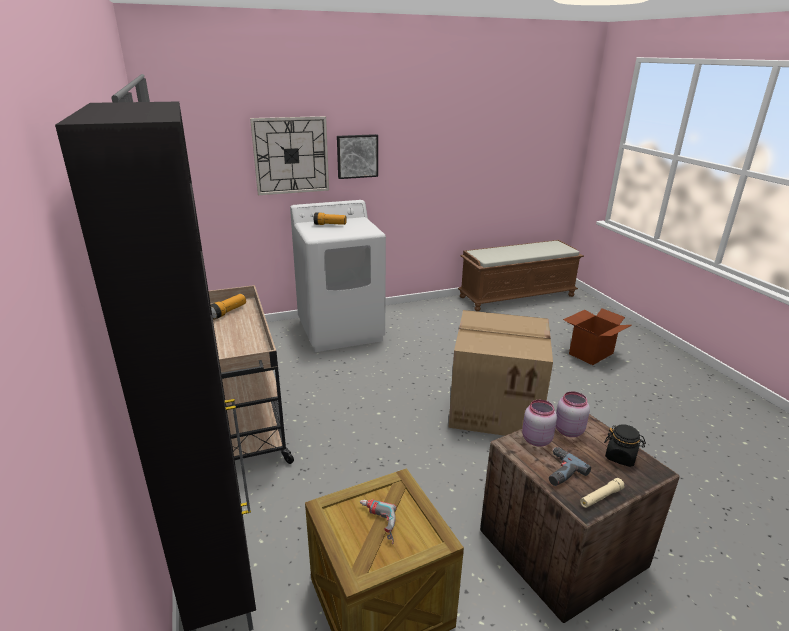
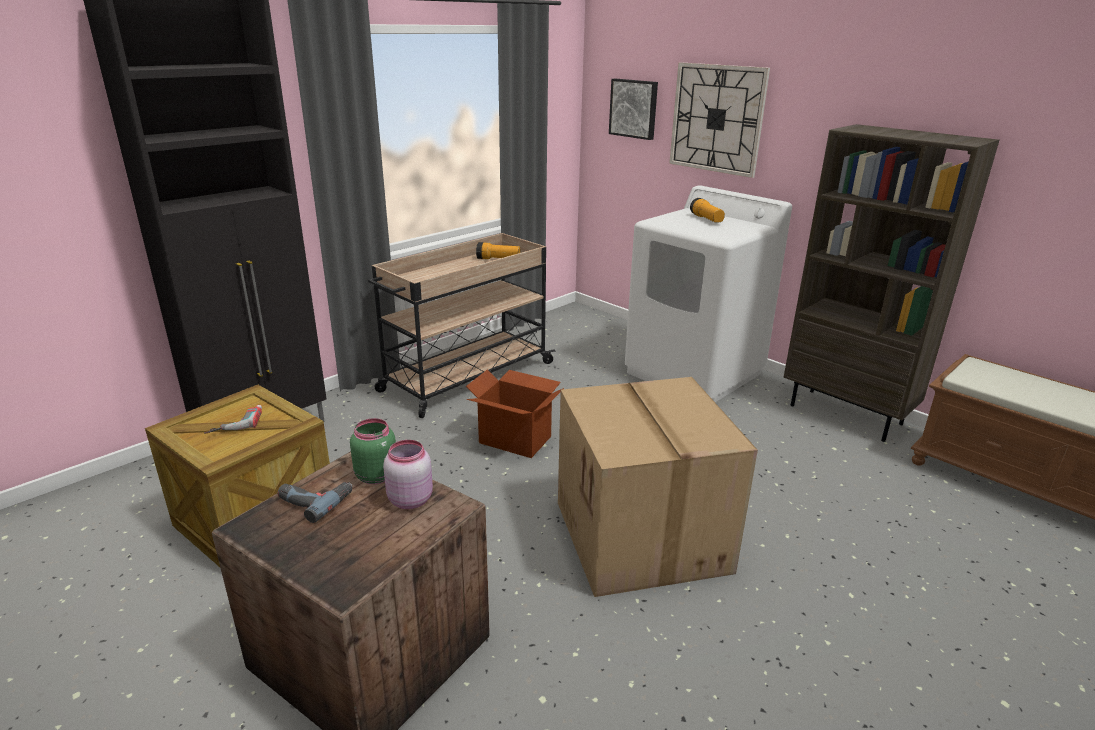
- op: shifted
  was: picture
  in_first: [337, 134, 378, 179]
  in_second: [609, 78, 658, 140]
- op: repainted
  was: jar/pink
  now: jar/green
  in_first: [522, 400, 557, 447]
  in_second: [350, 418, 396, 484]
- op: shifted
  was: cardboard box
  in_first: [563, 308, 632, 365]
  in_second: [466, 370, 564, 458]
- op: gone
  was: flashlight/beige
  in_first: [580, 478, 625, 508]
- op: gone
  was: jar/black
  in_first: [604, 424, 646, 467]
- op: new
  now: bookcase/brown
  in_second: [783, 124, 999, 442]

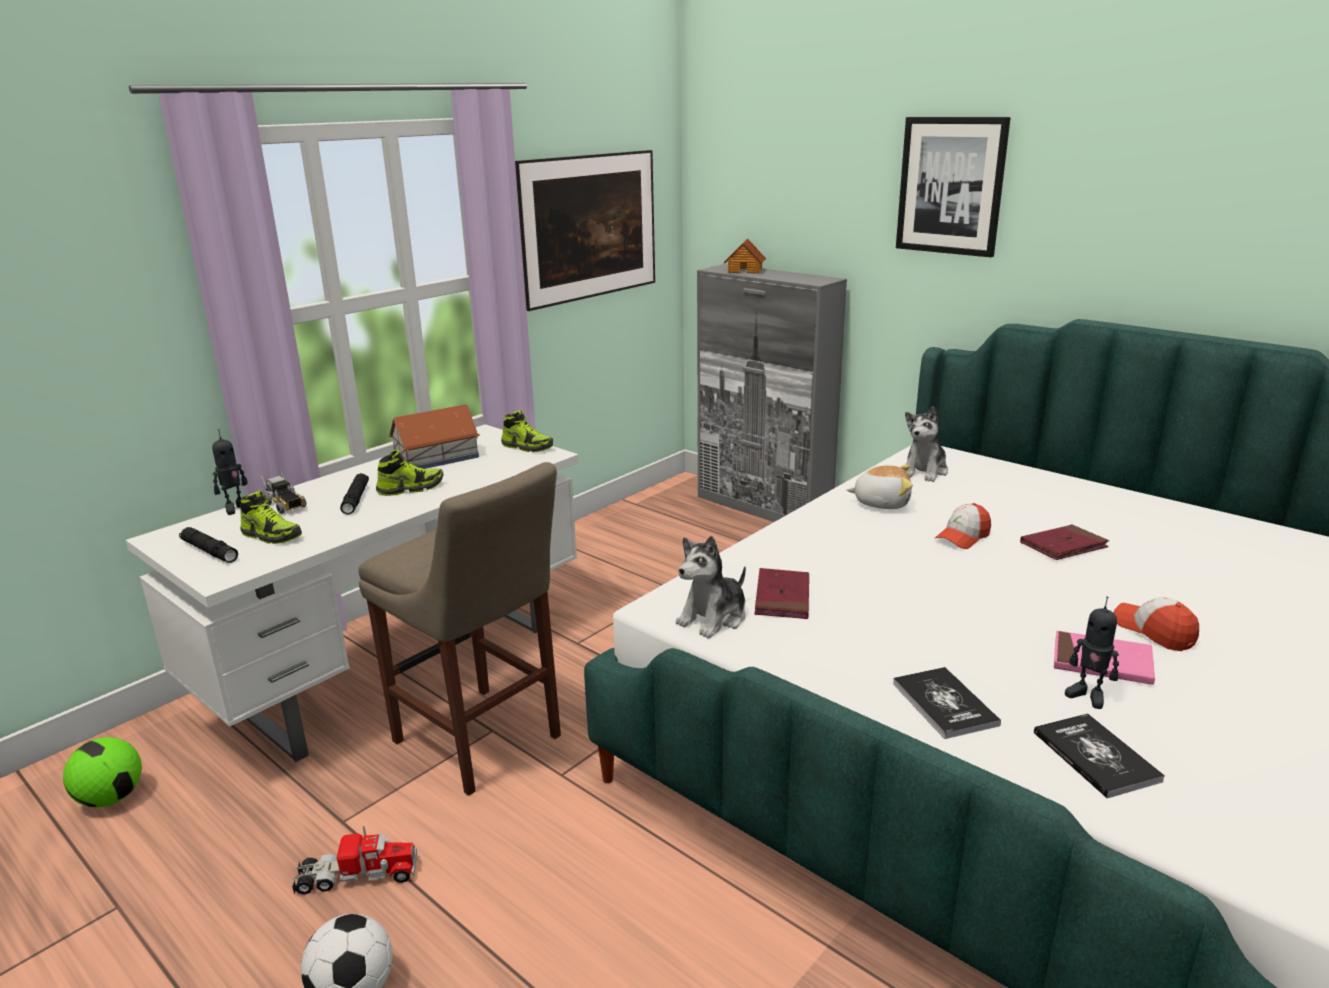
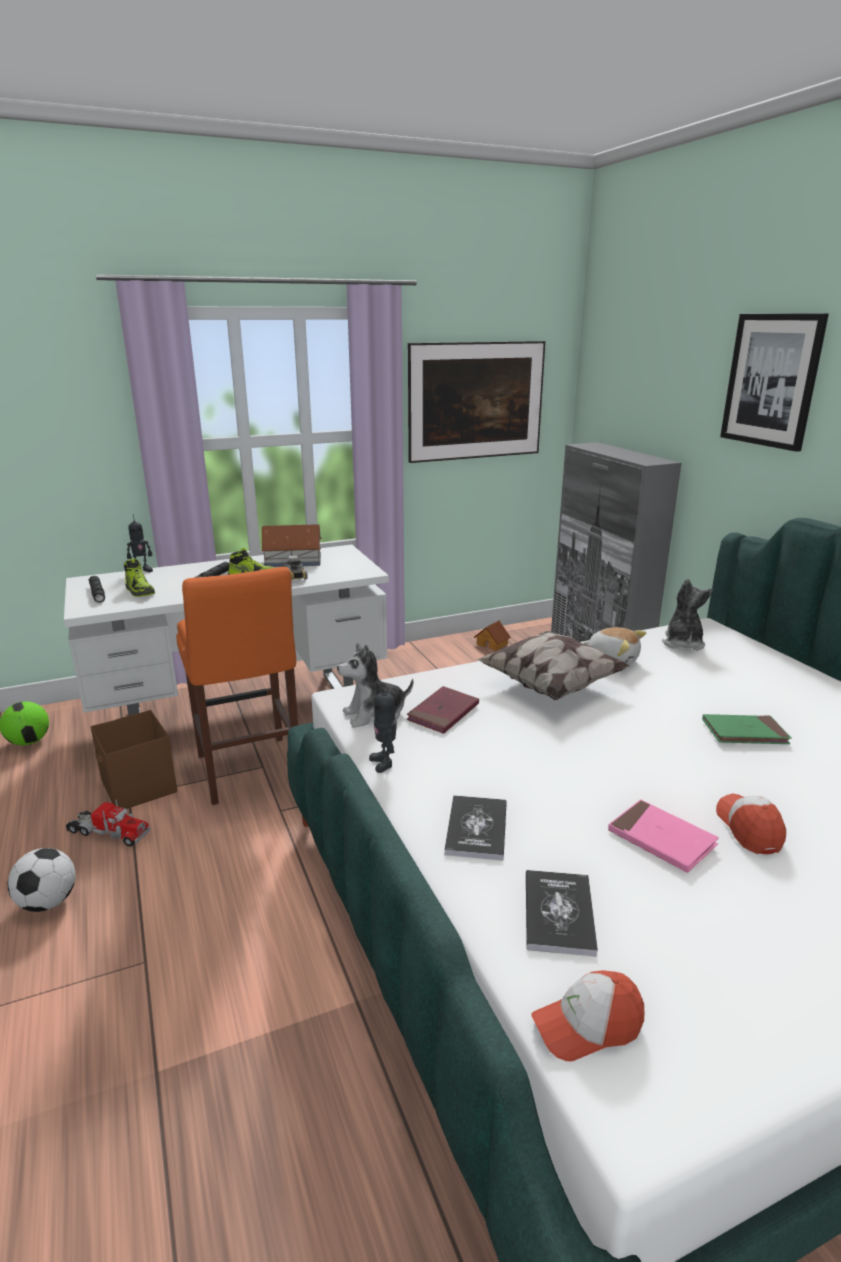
- op: shifted
  was: toy truck
  in_first: [260, 471, 306, 514]
  in_second: [283, 553, 308, 580]
- op: repainted
  was: stool/beige
  now: stool/orange
  in_first: [359, 462, 561, 796]
  in_second: [176, 567, 298, 805]
- op: gone
  was: shoe
  in_first: [501, 410, 553, 452]
- op: shifted
  was: toy house
  in_first: [724, 239, 766, 274]
  in_second: [474, 620, 511, 651]
- op: rotated
  was: plush toy
  in_first: [904, 406, 948, 482]
  in_second: [662, 579, 713, 650]
  clockwise: 135
- op: shifted
  was: cap
  in_first: [935, 503, 991, 549]
  in_second: [531, 970, 644, 1061]
- op: repainted
  was: book/red
  now: book/green
  in_first: [1020, 524, 1109, 560]
  in_second: [702, 714, 792, 744]
- op: shifted
  was: toy robot
  in_first: [1065, 596, 1119, 709]
  in_second: [369, 683, 397, 773]
- op: new
  now: storage box/brown
  in_second: [90, 710, 177, 809]
- op: new
  now: pillow
  in_second: [475, 631, 629, 700]

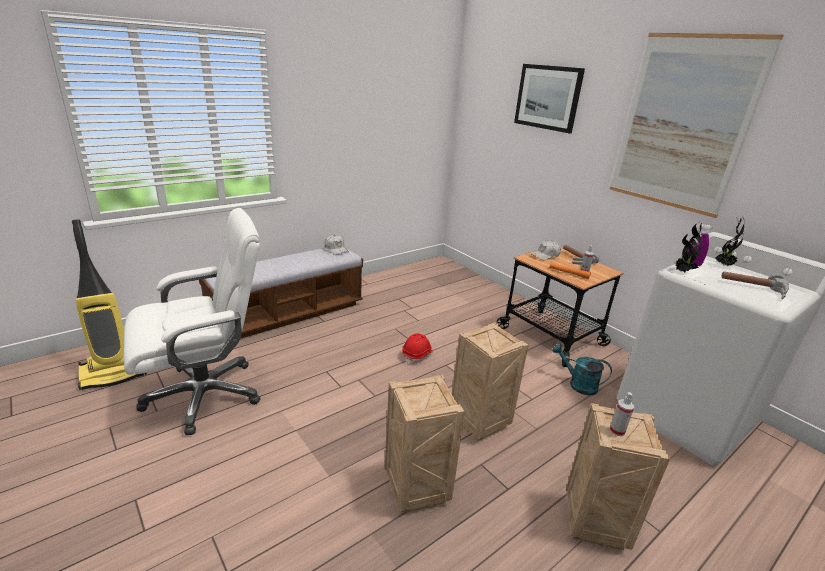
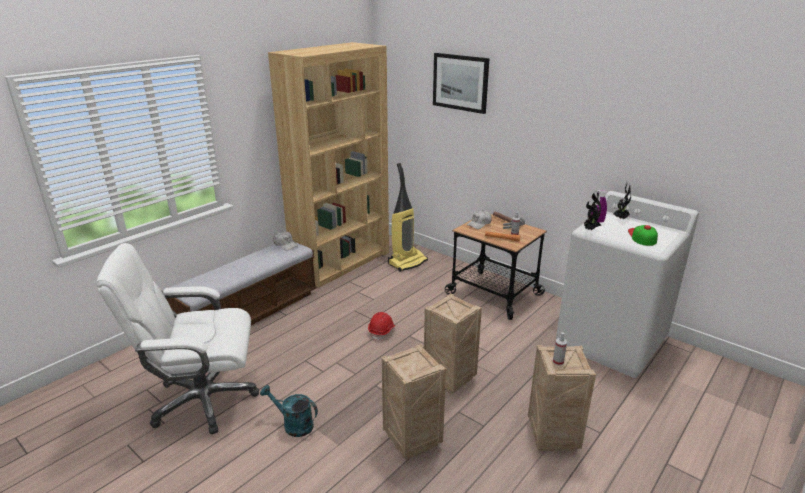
- op: shifted
  was: vacuum cleaner
  in_first: [72, 219, 147, 390]
  in_second: [388, 163, 428, 272]
- op: rotated
  was: office chair/white
  in_first: [124, 208, 261, 435]
  in_second: [96, 243, 259, 435]
  clockwise: -150
- op: shifted
  was: watering can/turquoise
  in_first: [552, 344, 612, 395]
  in_second: [260, 385, 318, 437]
- op: gone
  was: picture
  in_first: [610, 33, 784, 218]
- op: swapped
  was: hammer
  now: cap
  in_first: [721, 271, 789, 299]
  in_second: [628, 225, 658, 246]
- op: new
  now: bookcase/brown
  in_second: [268, 42, 389, 288]

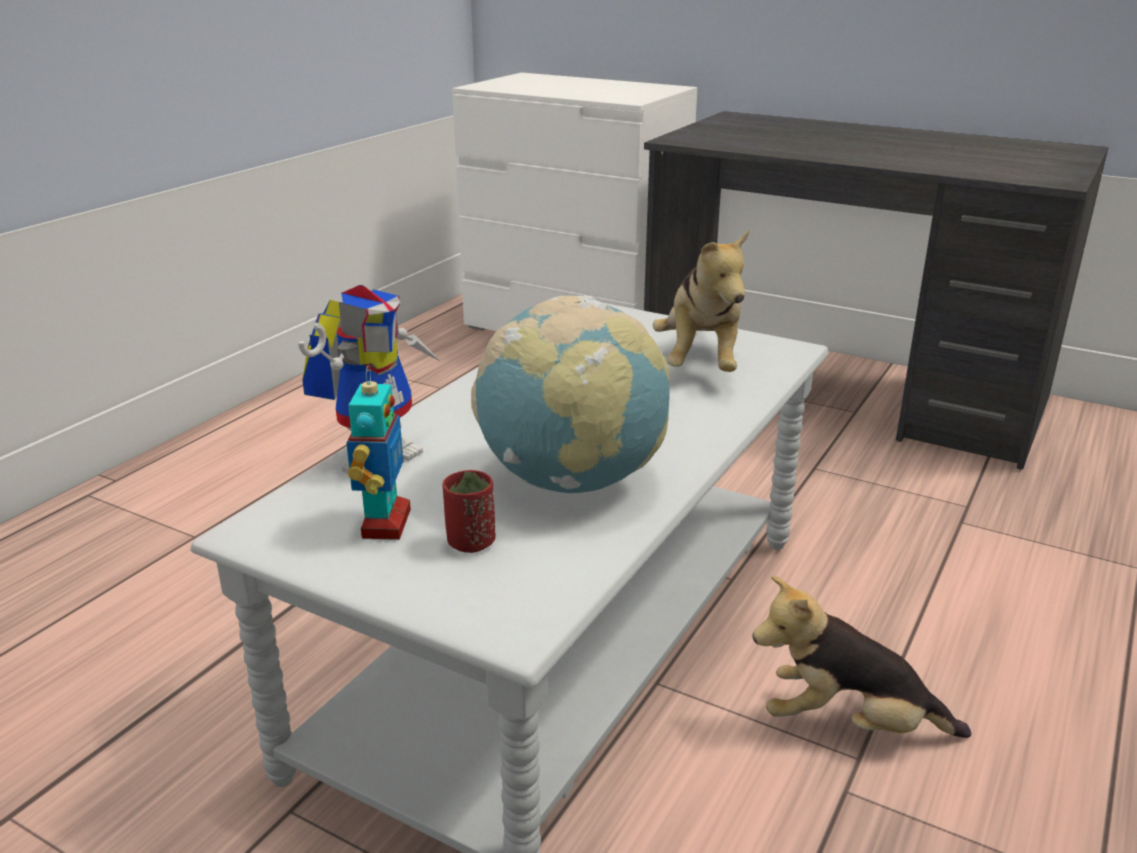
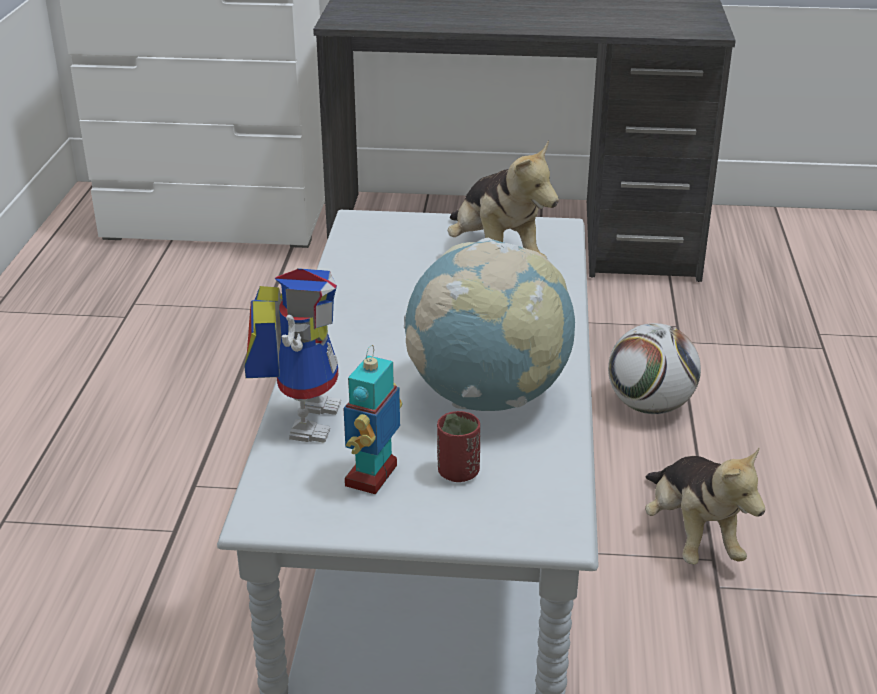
- op: rotated
  was: toy robot
  in_first: [346, 365, 411, 540]
  in_second: [344, 345, 402, 494]
  clockwise: -135
- op: rotated
  was: plush toy
  in_first: [752, 576, 971, 738]
  in_second: [645, 448, 765, 565]
  clockwise: -90
- op: new
  now: football
  in_second: [608, 323, 701, 414]

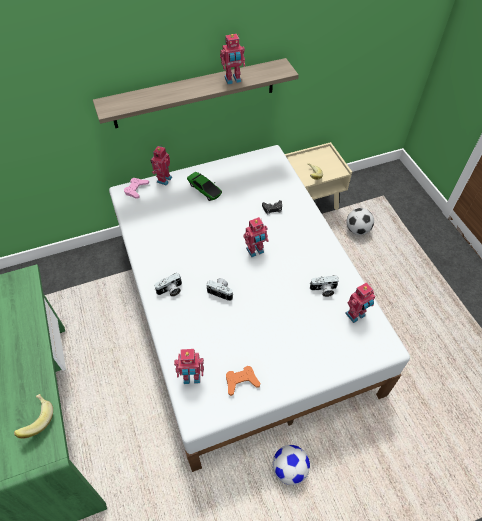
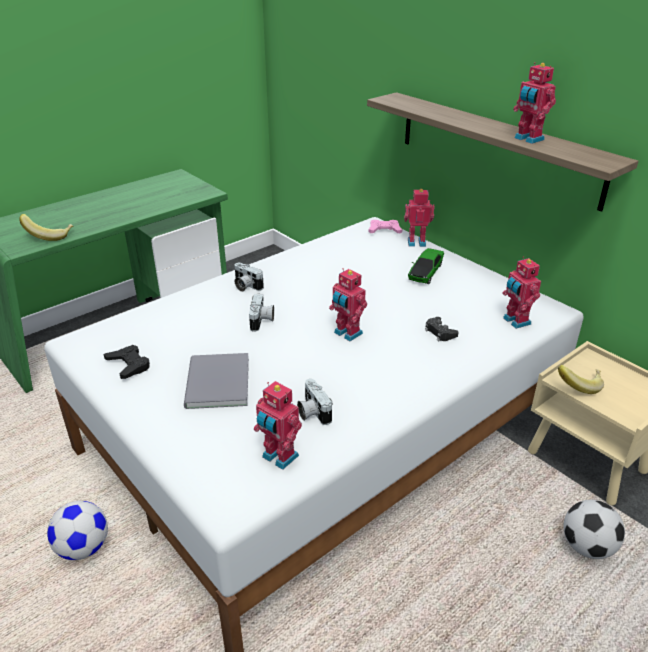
- op: shifted
  was: toy robot
  in_first: [174, 349, 204, 384]
  in_second: [503, 257, 541, 329]
- op: repainted
  was: game controller/orange
  now: game controller/black
  in_first: [226, 366, 260, 396]
  in_second: [103, 345, 150, 379]
- op: new
  now: book/grey
  in_second: [184, 353, 249, 409]

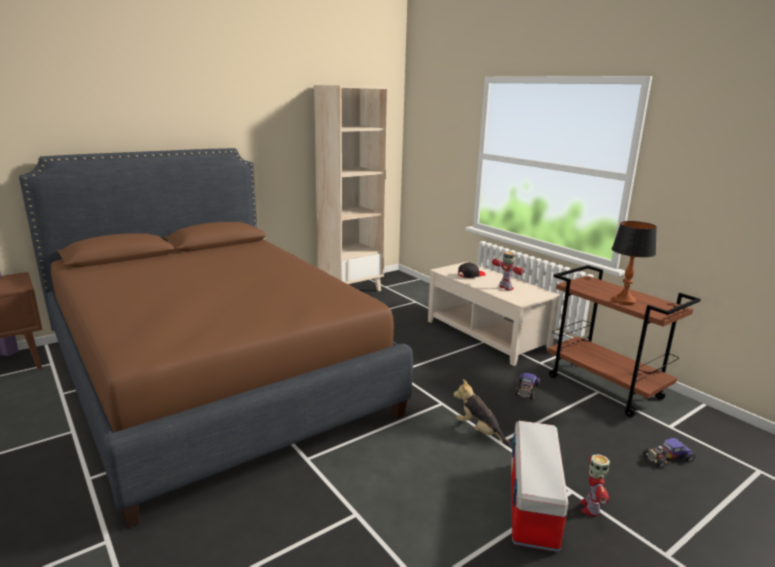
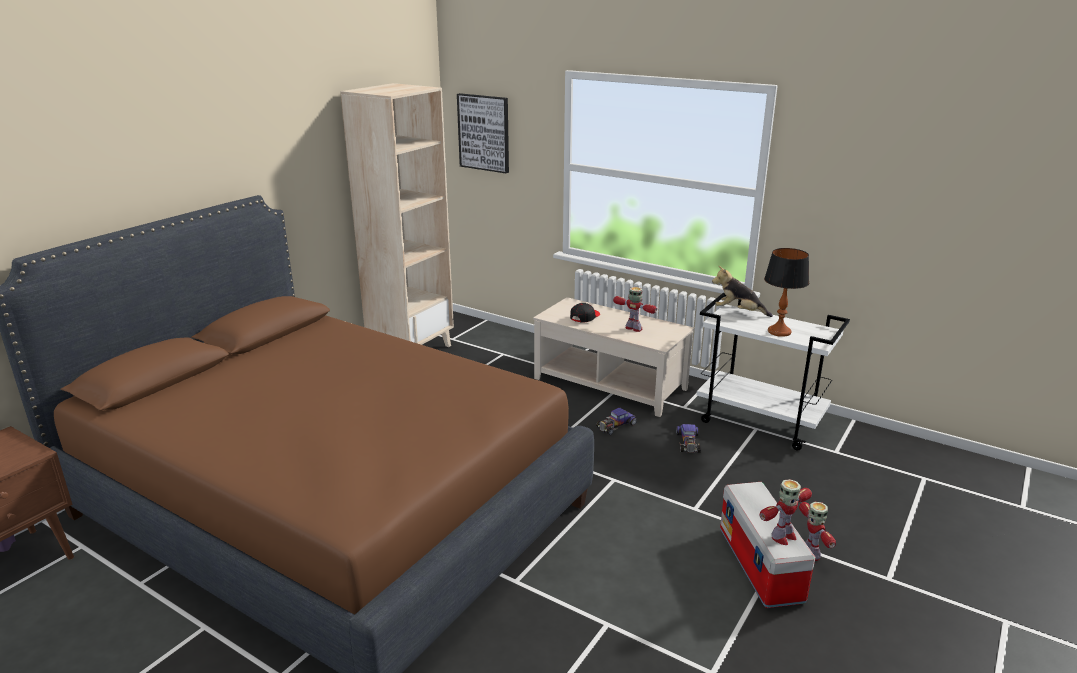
- op: shifted
  was: plush toy
  in_first: [453, 379, 511, 446]
  in_second: [712, 266, 773, 317]
- op: repainted
  was: cart/brown
  now: cart/white
  in_first: [547, 265, 701, 417]
  in_second: [696, 293, 850, 450]
- op: shifted
  was: toy car
  in_first: [643, 438, 695, 468]
  in_second: [596, 408, 637, 435]
- op: new
  now: picture
  in_second: [457, 93, 509, 173]
- op: new
  now: toy robot
  in_second: [760, 479, 812, 545]

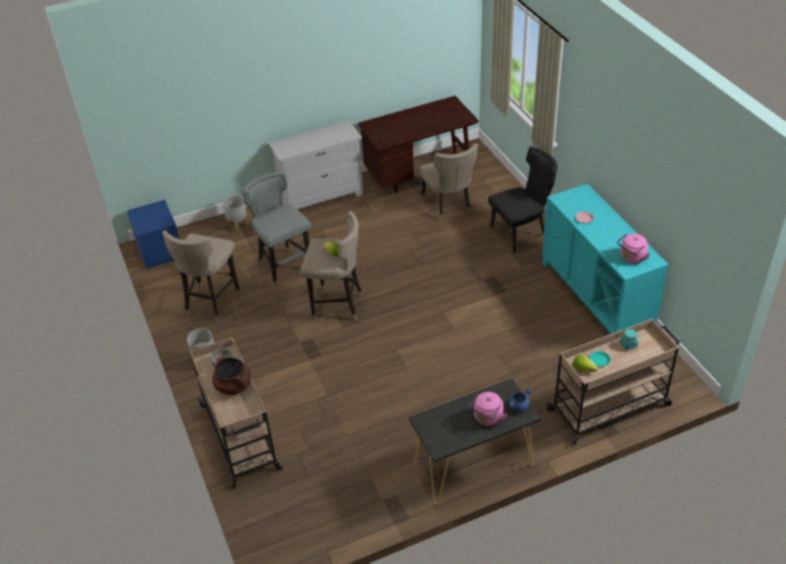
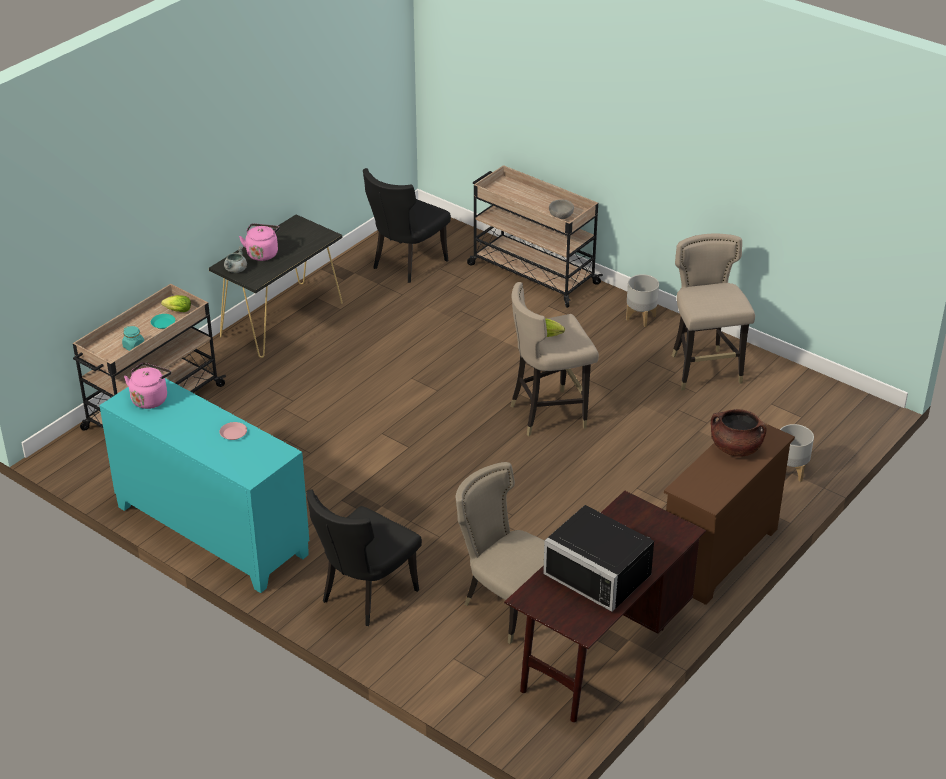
- op: gone
  was: nightstand/blue
  in_first: [127, 200, 179, 269]
- op: shifted
  was: cooking pot/brown
  in_first: [212, 357, 251, 395]
  in_second: [711, 409, 767, 457]
- op: gone
  was: stool/grey
  in_first: [242, 172, 311, 287]
- op: repainted
  was: dresser/white
  now: dresser/brown
  in_first: [268, 120, 364, 210]
  in_second: [664, 423, 795, 605]
- op: repainted
  was: cooking pot/blue
  now: cooking pot/grey
  in_first: [508, 388, 532, 412]
  in_second: [224, 246, 247, 273]
- op: new
  now: chair/black
  in_second: [363, 168, 451, 283]
- op: new
  now: microwave/black
  in_second: [543, 505, 654, 612]

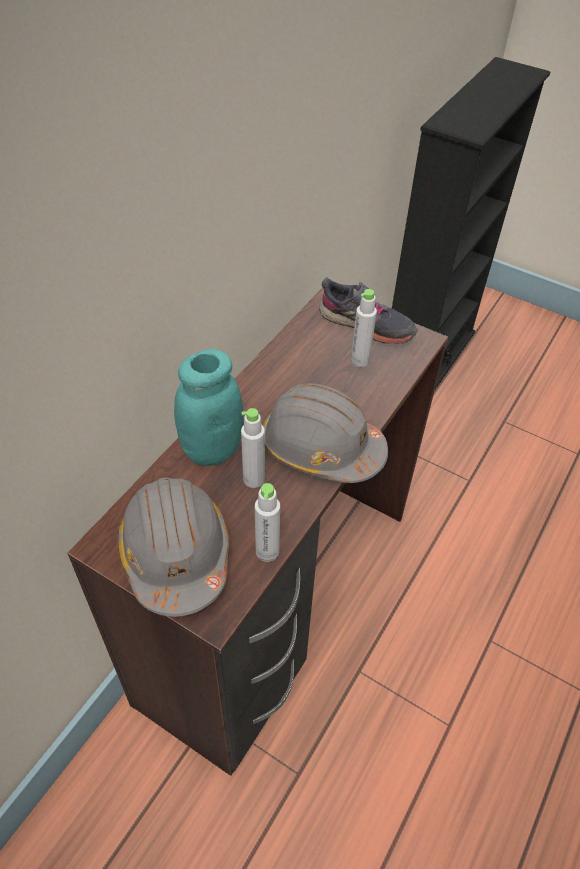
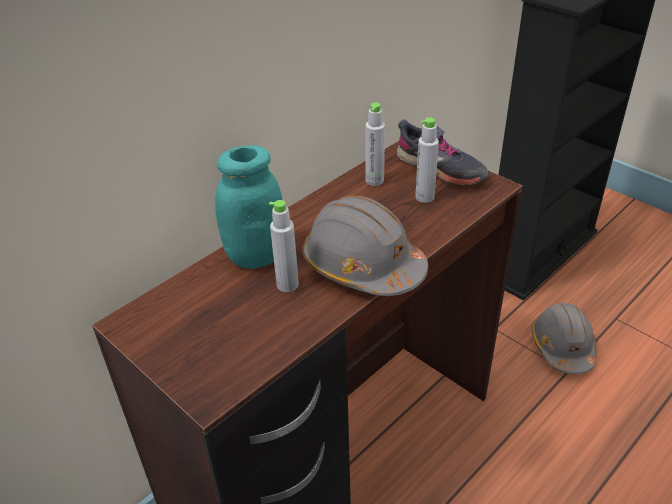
- op: shifted
  was: hard hat/grey
  in_first: [118, 477, 229, 617]
  in_second: [532, 303, 597, 374]
- op: shifted
  was: bottle/grey
  in_first: [255, 483, 280, 562]
  in_second: [365, 102, 385, 186]

